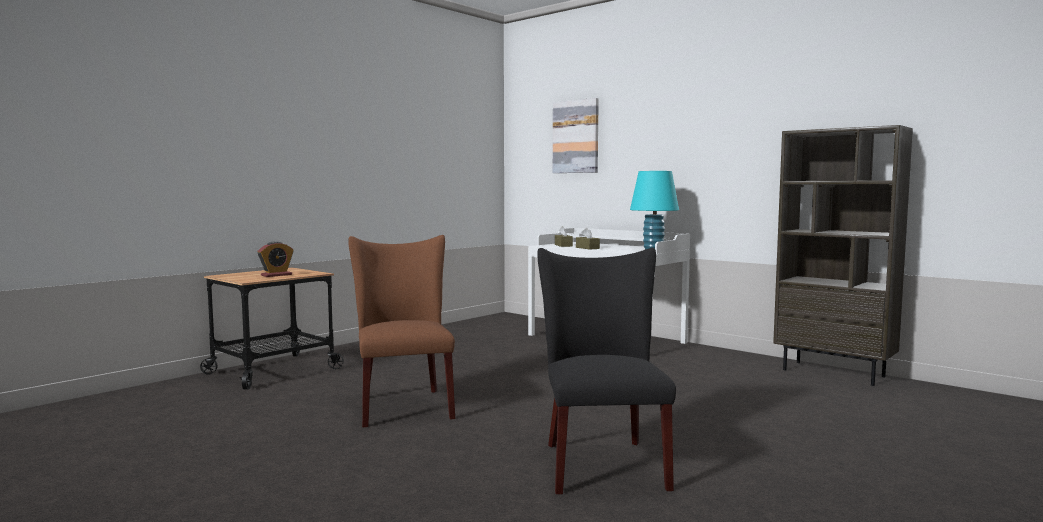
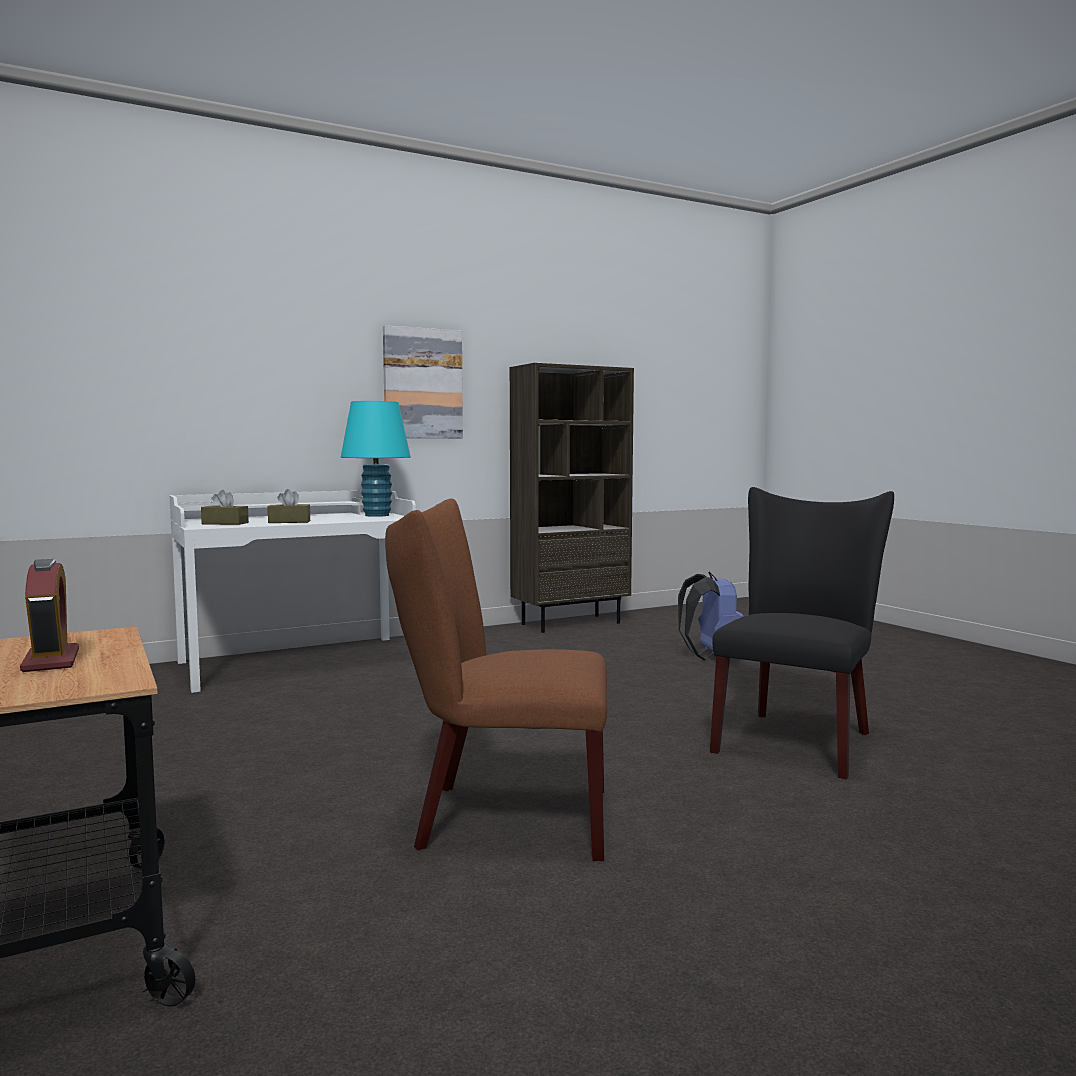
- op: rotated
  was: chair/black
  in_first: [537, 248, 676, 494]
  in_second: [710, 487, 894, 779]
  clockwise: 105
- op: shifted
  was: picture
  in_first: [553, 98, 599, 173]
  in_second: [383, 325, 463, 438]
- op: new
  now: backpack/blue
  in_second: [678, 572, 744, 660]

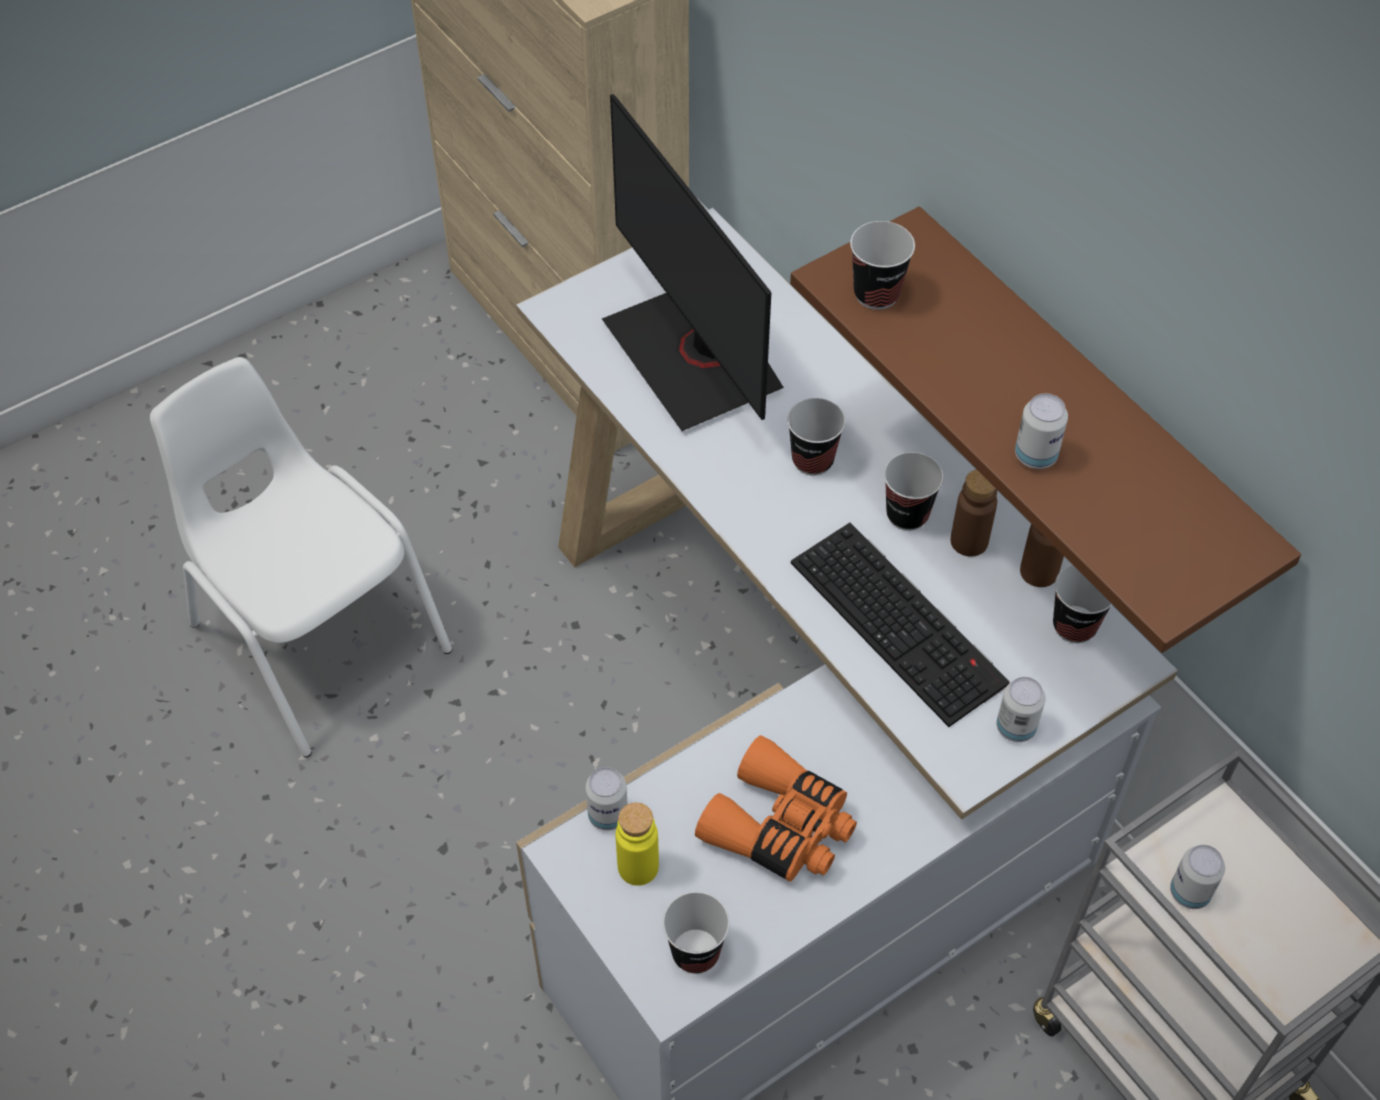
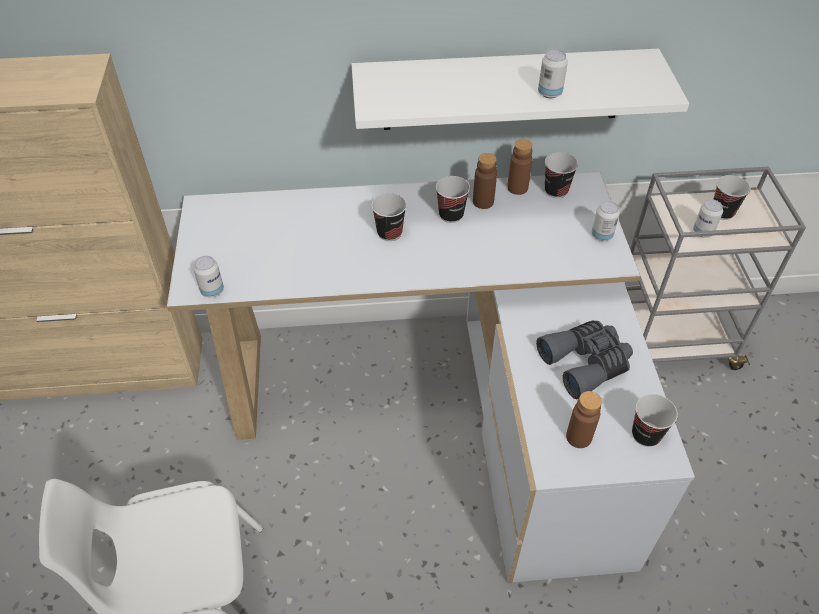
- op: shifted
  was: can
  in_first: [585, 767, 628, 831]
  in_second: [193, 256, 224, 297]
- op: gone
  was: monitor
  in_first: [602, 94, 784, 431]
- op: repainted
  was: bottle/yellow
  now: bottle/brown
  in_first: [616, 802, 659, 886]
  in_second: [566, 391, 602, 448]
- op: repainted
  was: binoculars/orange
  now: binoculars/grey
  in_first: [695, 735, 857, 882]
  in_second: [536, 321, 633, 400]
- op: repainted
  was: shelf/brown
  now: shelf/white
  in_first: [790, 206, 1301, 653]
  in_second: [351, 49, 689, 130]
- op: gone
  was: keyboard
  in_first: [791, 523, 1010, 727]
- op: shifted
  was: cup
  in_first: [850, 221, 915, 310]
  in_second: [713, 175, 750, 220]

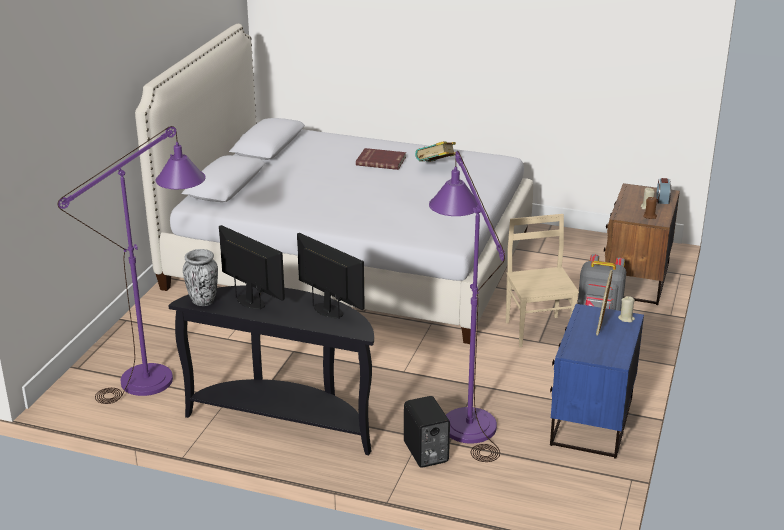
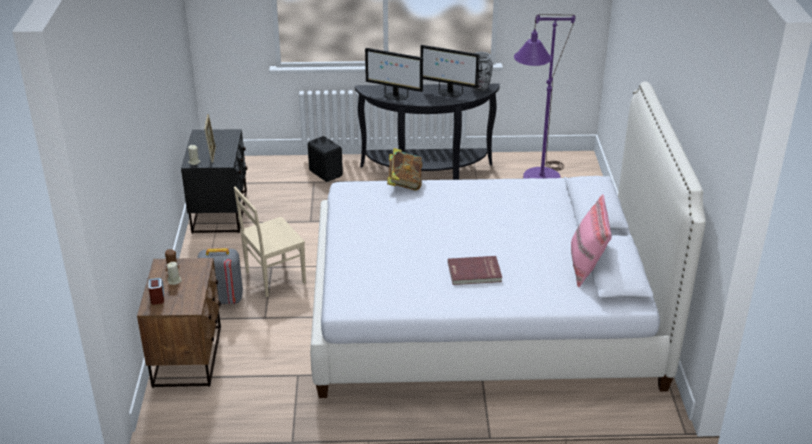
- op: shifted
  was: book
  in_first: [415, 141, 456, 162]
  in_second: [387, 148, 422, 190]
- op: gone
  was: floor lamp/purple
  in_first: [429, 151, 505, 462]
- op: rotated
  was: chair/beige
  in_first: [506, 214, 579, 347]
  in_second: [234, 187, 306, 297]
  clockwise: 90
- op: repainted
  was: nightstand/blue
  now: nightstand/black
  in_first: [550, 304, 644, 459]
  in_second: [181, 129, 247, 234]
- op: new
  now: pillow/pink
  in_second: [571, 194, 612, 288]

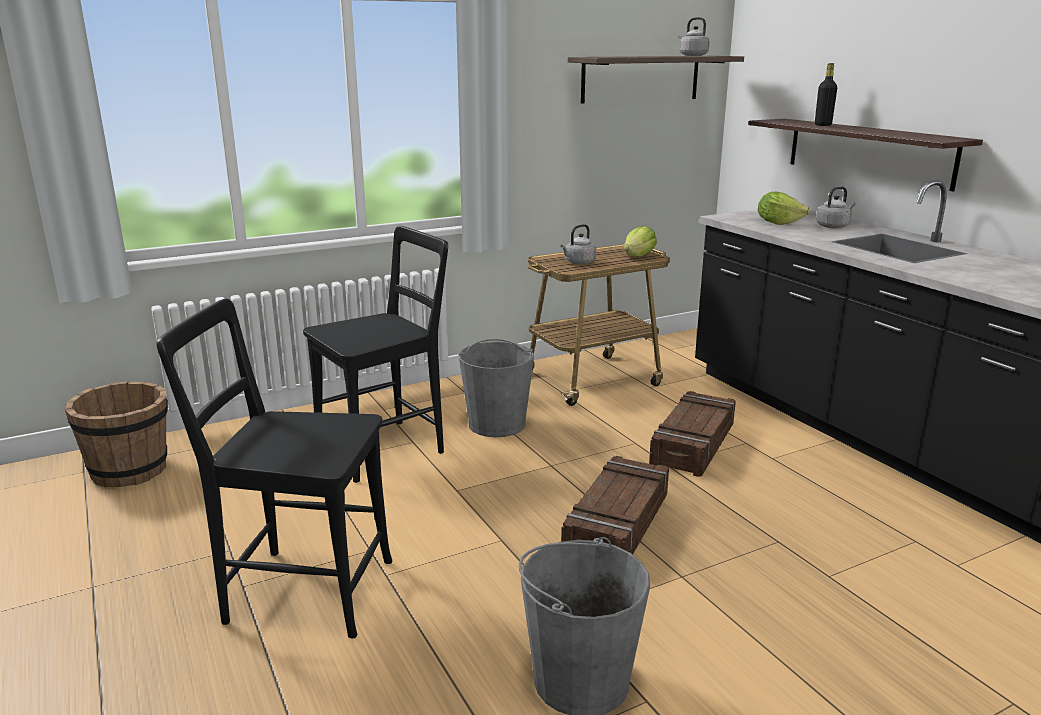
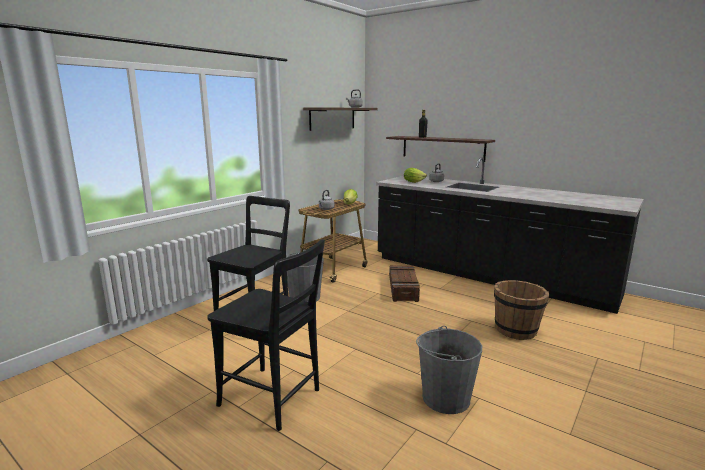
- op: shifted
  was: bucket/brown
  in_first: [65, 381, 168, 487]
  in_second: [494, 280, 549, 340]
- op: rotated
  was: chair/black
  in_first: [156, 299, 392, 638]
  in_second: [207, 239, 325, 431]
  clockwise: -135
- op: gone
  was: crate
  in_first: [561, 456, 669, 555]

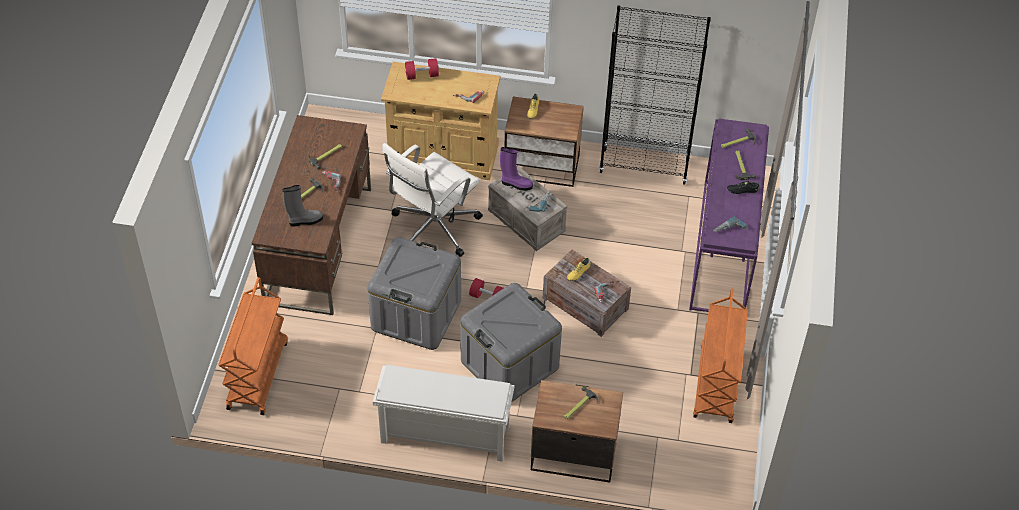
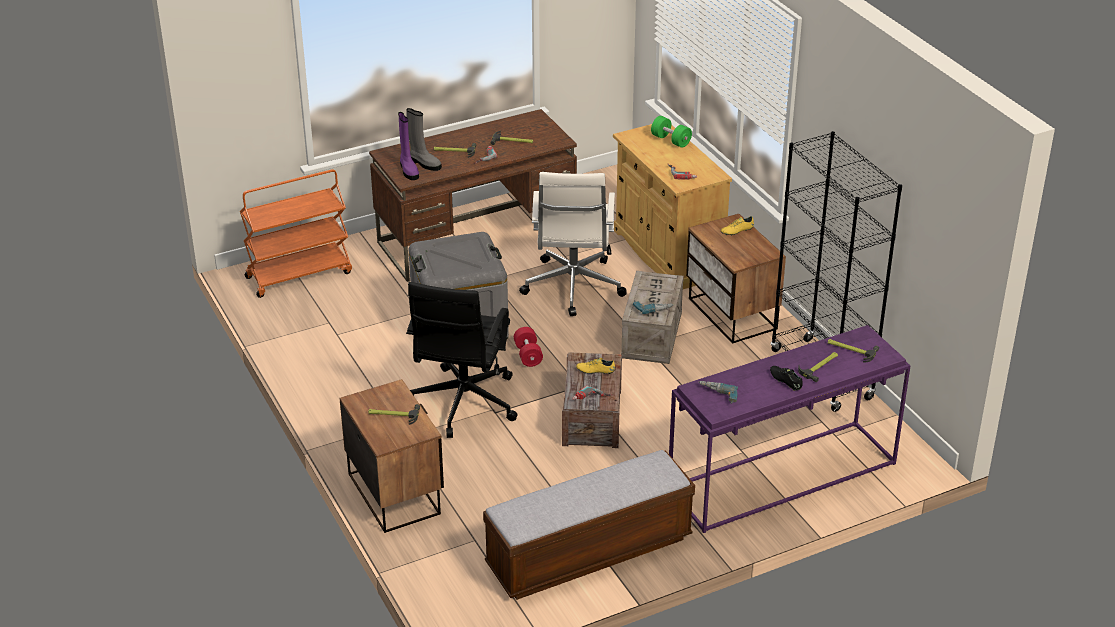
- op: gone
  was: shoe rack/white
  in_first: [373, 365, 515, 462]
- op: rotated
  was: office chair/white
  in_first: [382, 143, 483, 257]
  in_second: [519, 172, 626, 316]
  clockwise: -90
- op: repainted
  was: dumbbell/red
  now: dumbbell/green
  in_first: [405, 58, 439, 80]
  in_second: [651, 116, 692, 148]
- op: swapped
  was: storage box/grey
  now: office chair/black
  in_first: [460, 283, 562, 402]
  in_second: [406, 282, 518, 438]
- op: shifted
  was: boot/purple
  in_first: [500, 147, 533, 191]
  in_second: [398, 112, 419, 180]
- op: swapped
  was: cart/orange
  now: bench
  in_first: [693, 288, 748, 423]
  in_second: [483, 450, 695, 600]

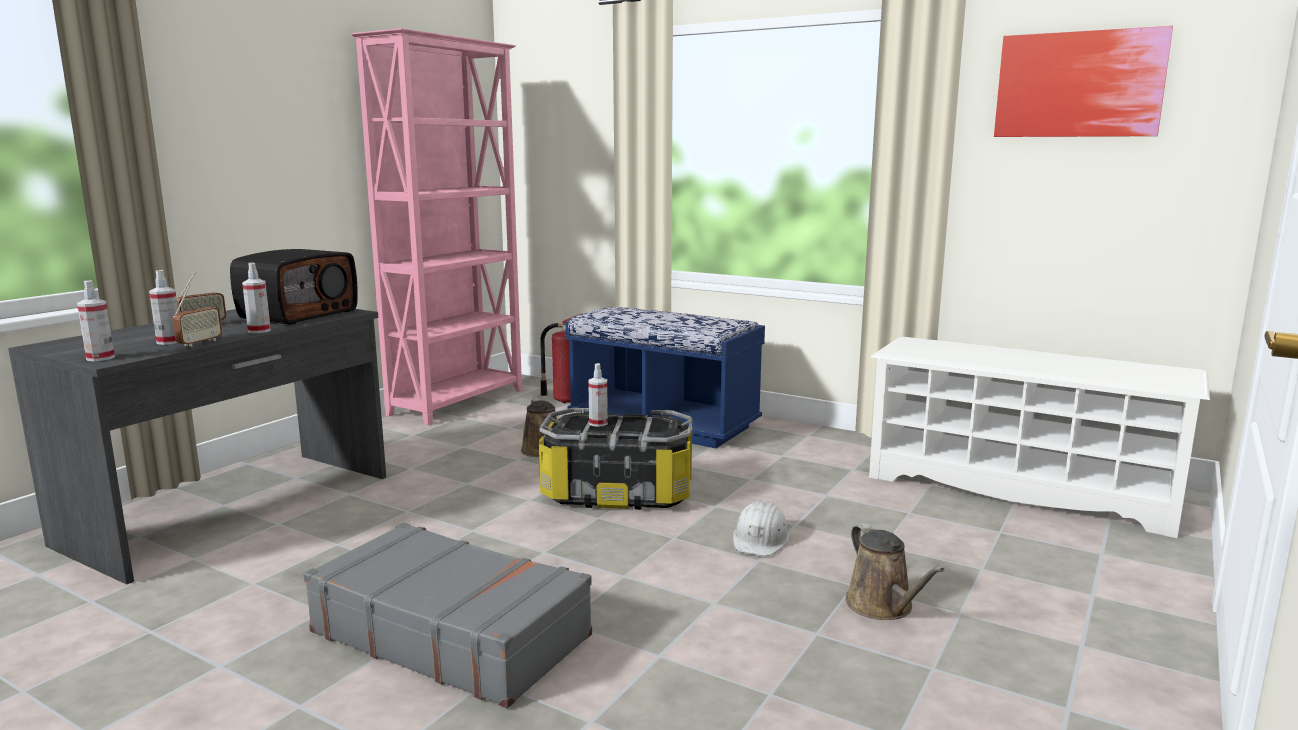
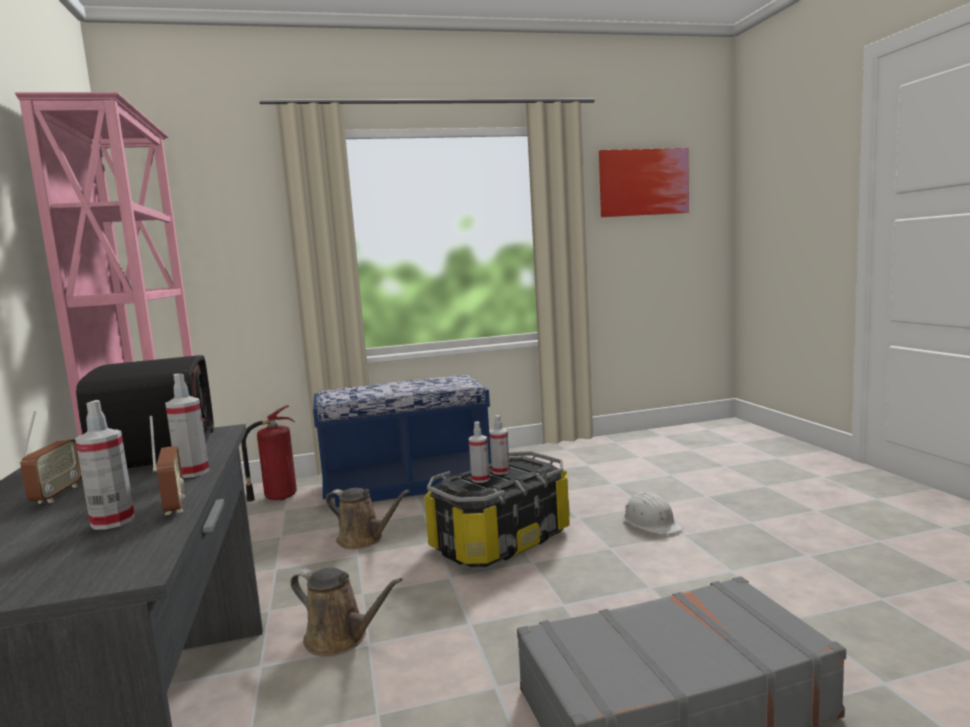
- op: shifted
  was: spray bottle
  in_first: [77, 280, 115, 361]
  in_second: [489, 415, 510, 475]
- op: shifted
  was: watering can/brown
  in_first: [846, 523, 945, 620]
  in_second: [290, 568, 403, 656]
- op: gone
  was: shoe rack/white
  in_first: [869, 336, 1210, 538]

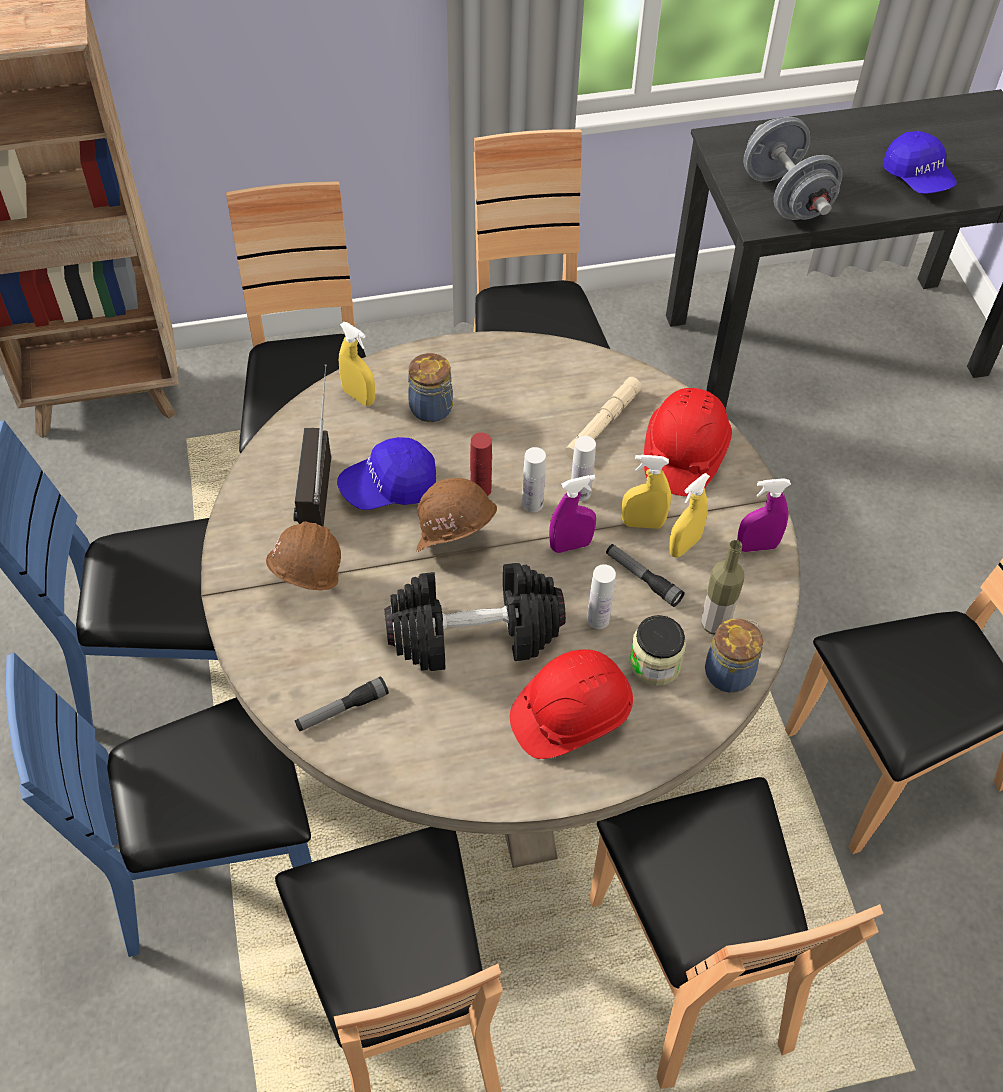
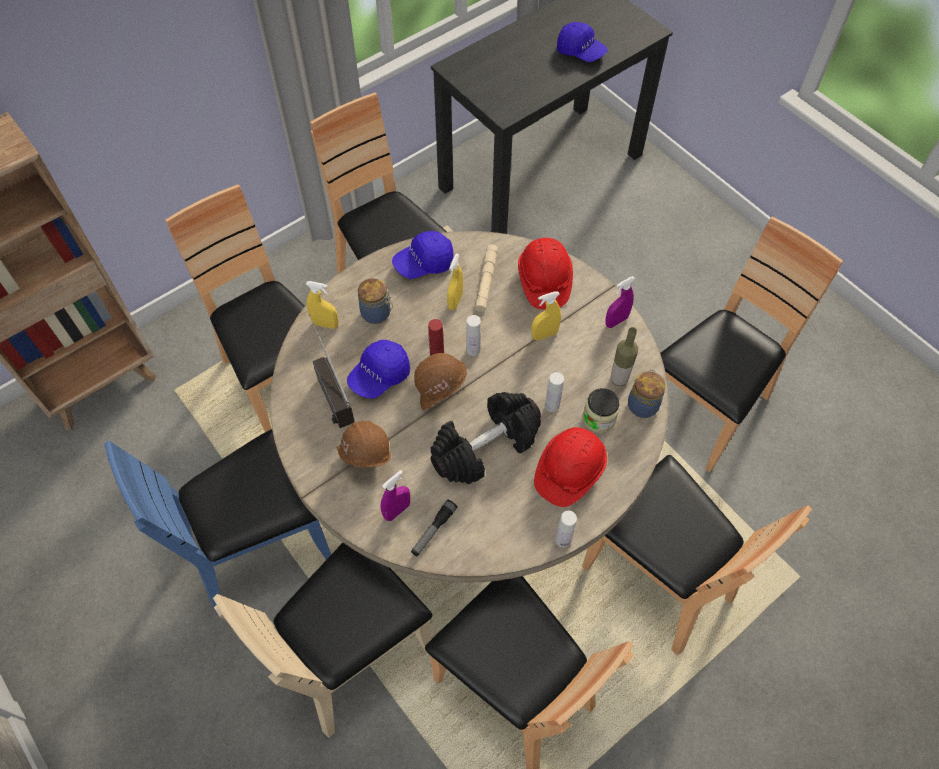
- op: repainted
  was: chair/blue
  now: chair/beige
  in_first: [6, 653, 312, 957]
  in_second: [213, 543, 432, 738]
- op: shifted
  was: spray bottle/purple
  in_first: [549, 475, 596, 553]
  in_second: [381, 470, 410, 521]
- op: shifted
  was: bottle/white
  in_first: [571, 436, 596, 501]
  in_second: [555, 511, 577, 548]
- op: gone
  was: flashlight
  in_first: [606, 544, 685, 607]
- op: shifted
  was: spray bottle/yellow
  in_first: [669, 473, 710, 558]
  in_second: [447, 253, 463, 310]
- op: gone
  was: dumbbell/grey
  in_first: [743, 117, 843, 220]
- op: new
  now: cap/blue
  in_second: [392, 231, 453, 279]

